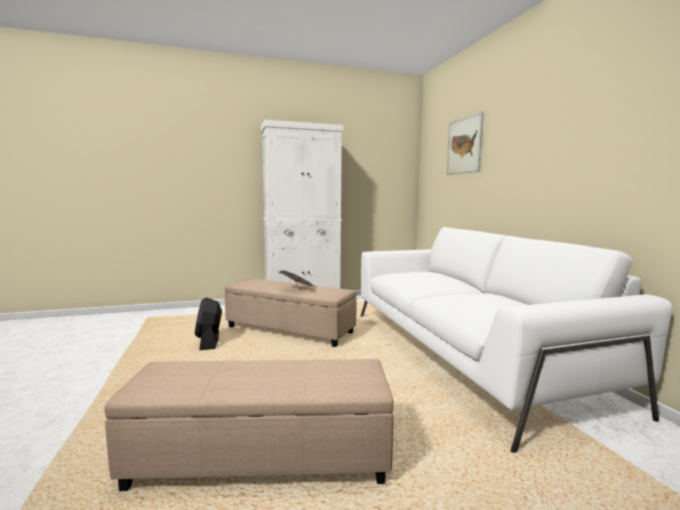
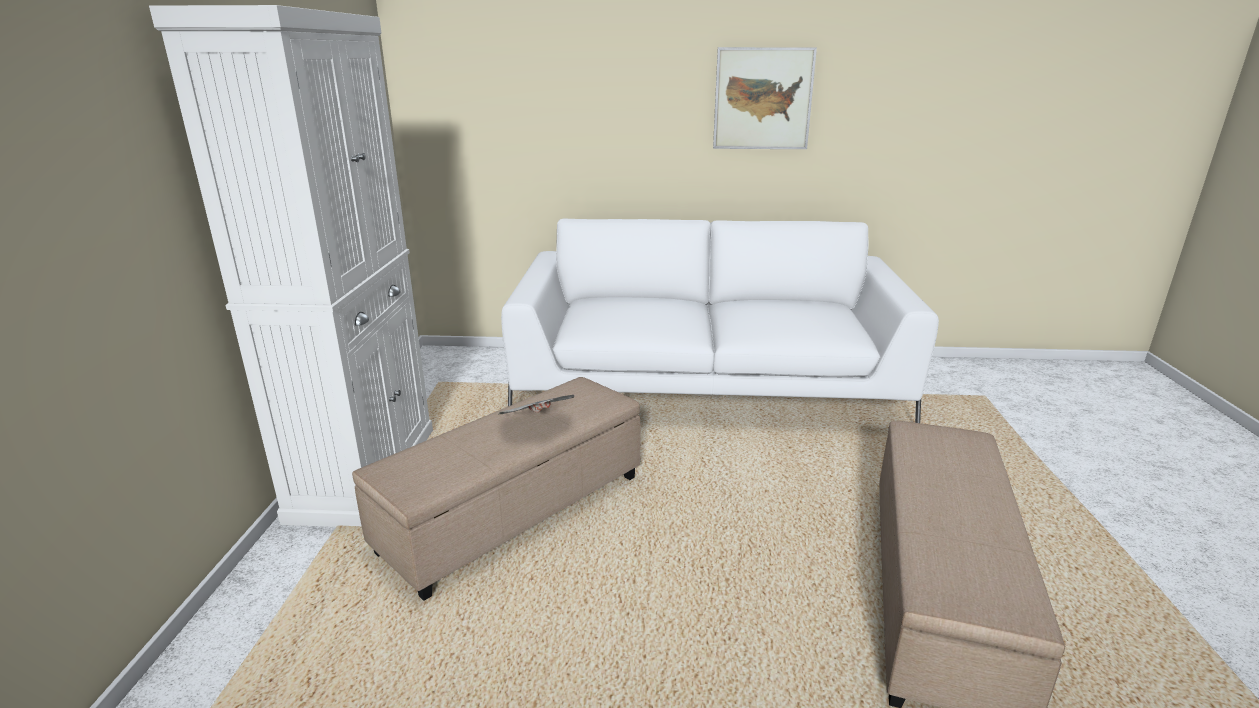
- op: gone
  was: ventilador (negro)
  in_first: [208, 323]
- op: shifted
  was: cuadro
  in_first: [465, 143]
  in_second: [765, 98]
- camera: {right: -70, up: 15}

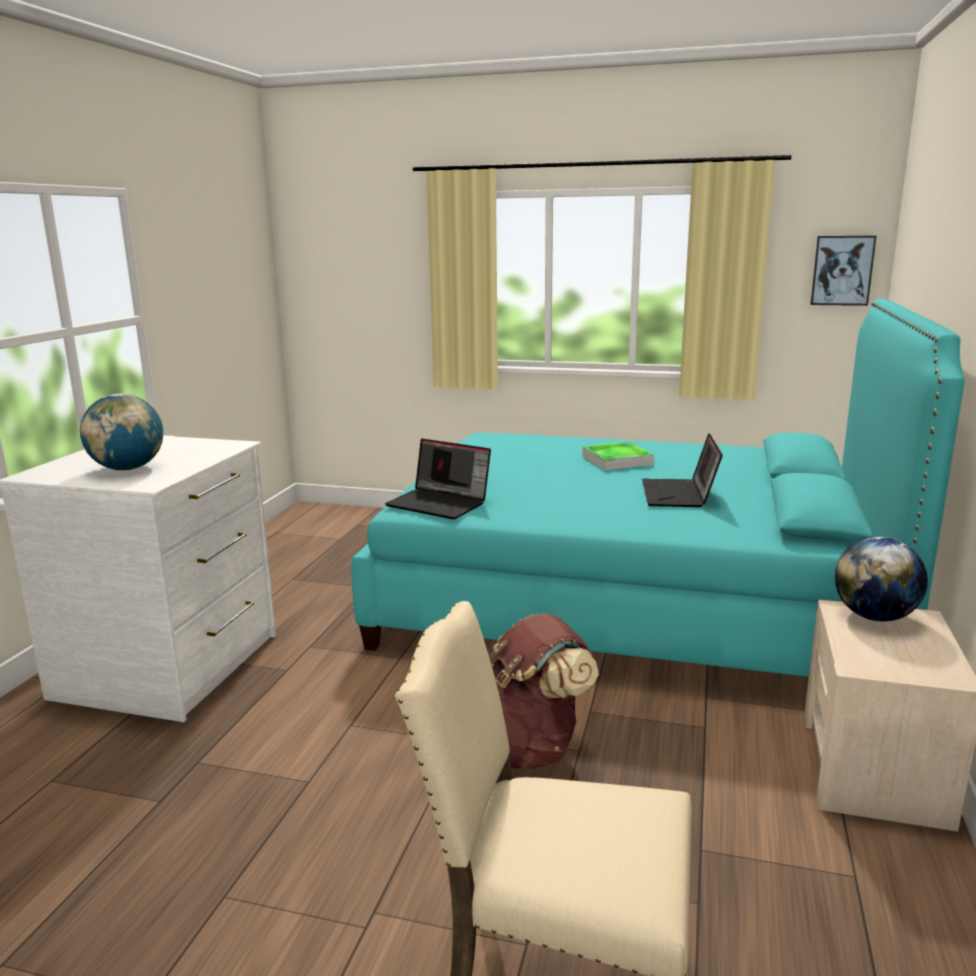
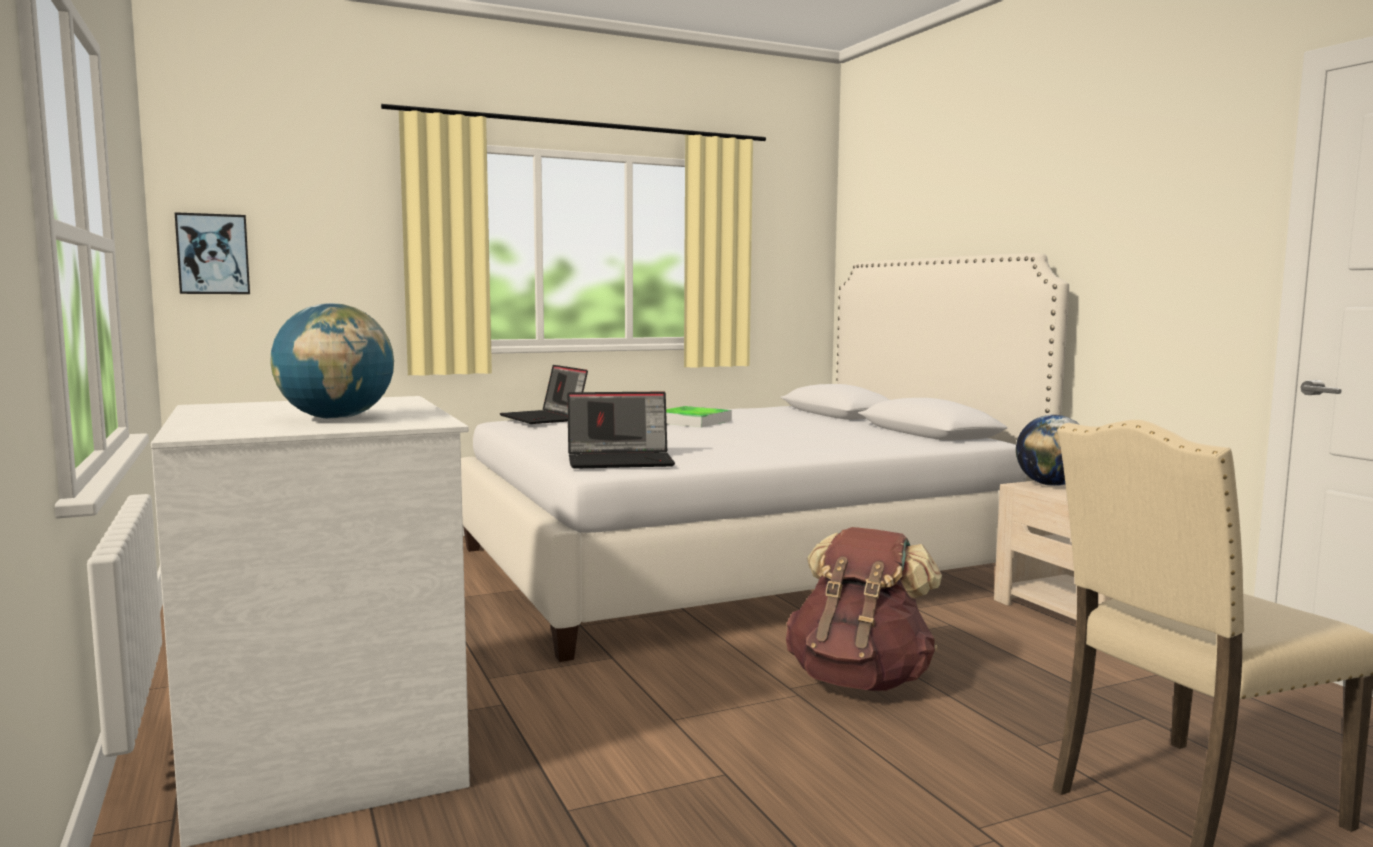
- op: repainted
  was: cama (turquesa)
  now: cama (blanco)
  in_first: [658, 487]
  in_second: [765, 457]
- op: shifted
  was: portátil
  in_first: [682, 470]
  in_second: [543, 394]
- op: shifted
  was: cuadro
  in_first: [843, 271]
  in_second: [212, 253]
- camera: {right: -40, up: -10}

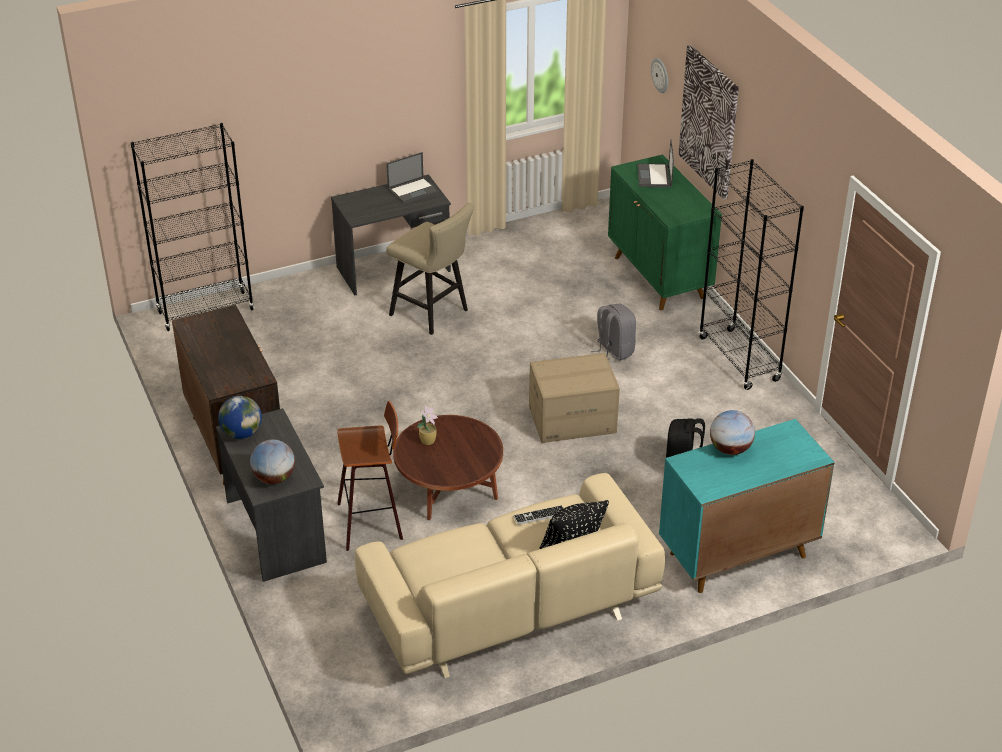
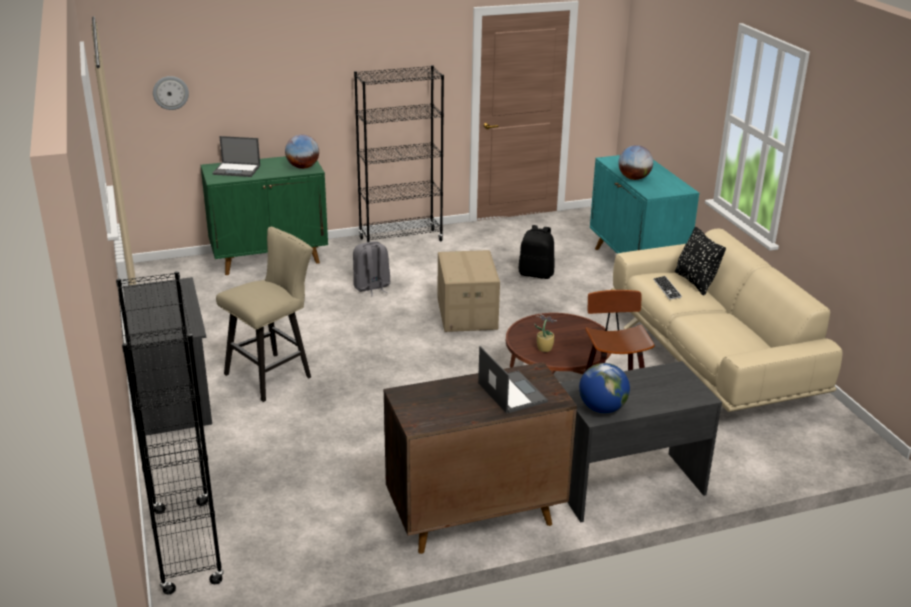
- op: shifted
  was: globo terráqueo
  in_first: [272, 461]
  in_second: [302, 151]
- op: shifted
  was: portátil
  in_first: [412, 178]
  in_second: [513, 380]
- op: gone
  was: cuadro
  in_first: [708, 122]
- camera: {right: -85, up: -10}

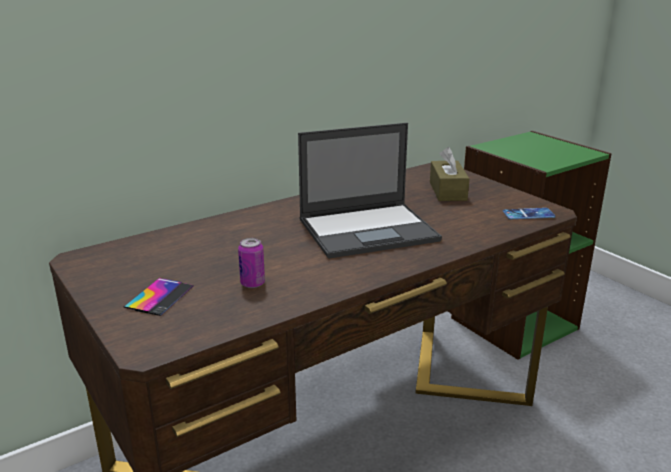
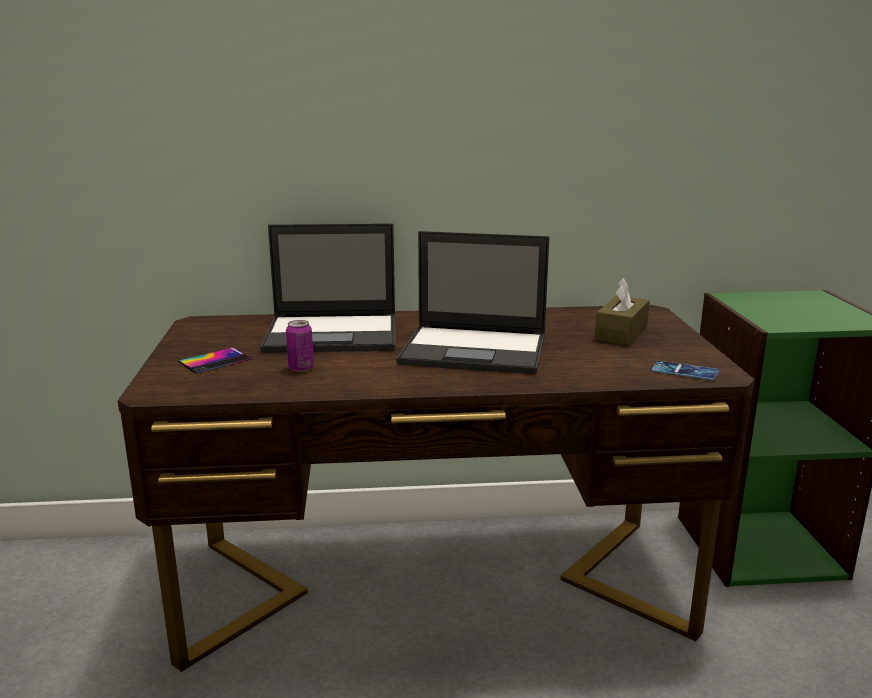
- op: new
  now: portátil
  in_second: [327, 288]
- camera: {right: 30, up: -5}

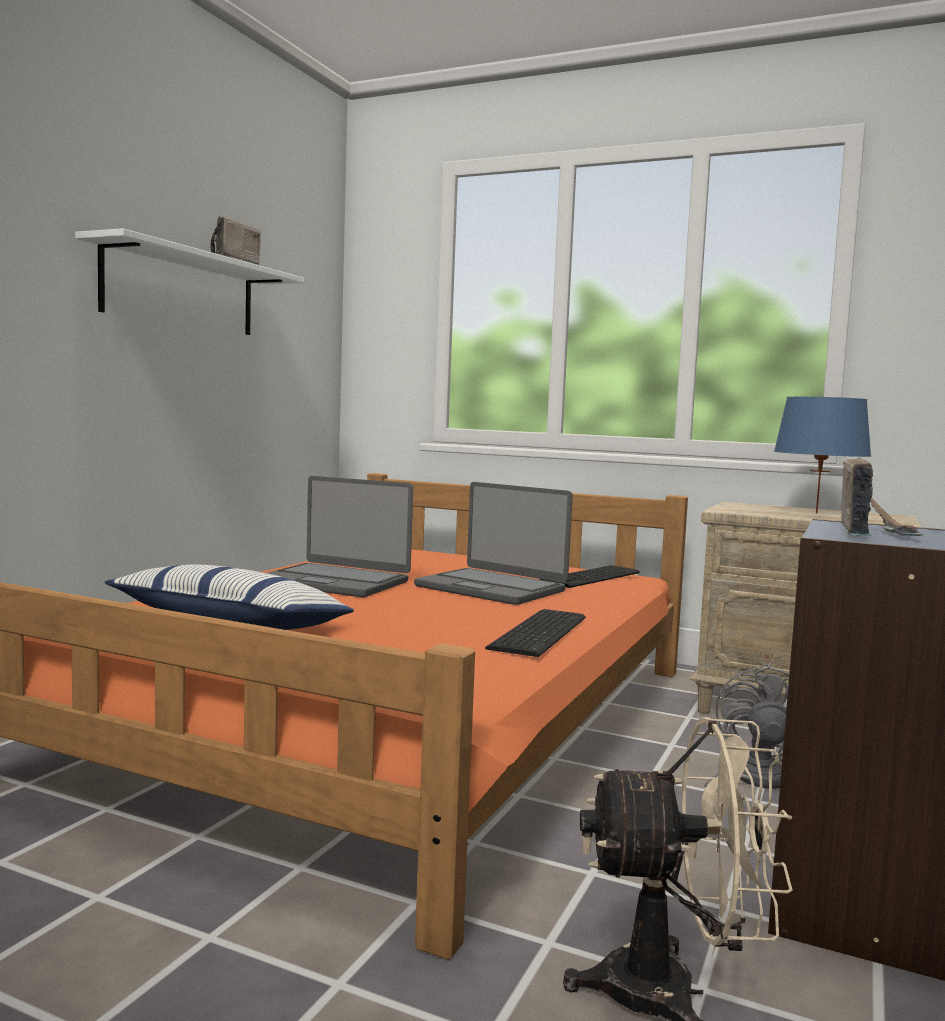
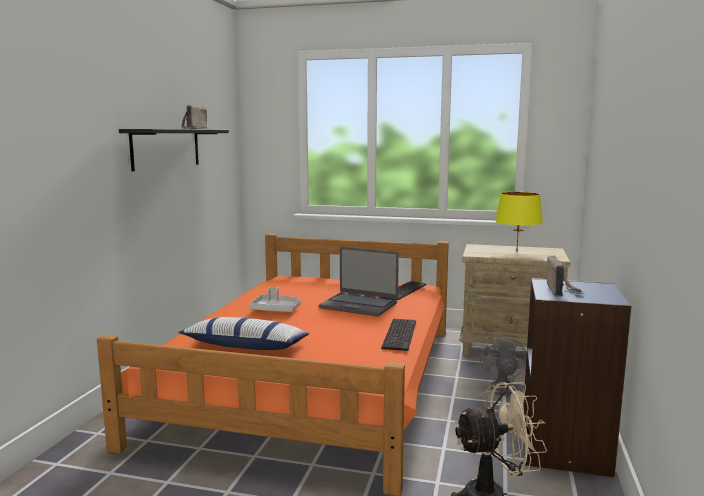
- op: repainted
  was: estante (blanco)
  now: estante (negro)
  in_first: [189, 281]
  in_second: [174, 150]
- op: swapped
  was: portátil
  now: bandeja (gris)
  in_first: [340, 536]
  in_second: [275, 299]
- op: repainted
  was: lámpara de mesa (azul)
  now: lámpara de mesa (amarillo)
  in_first: [822, 455]
  in_second: [519, 220]
- camera: {right: -10, up: 5}

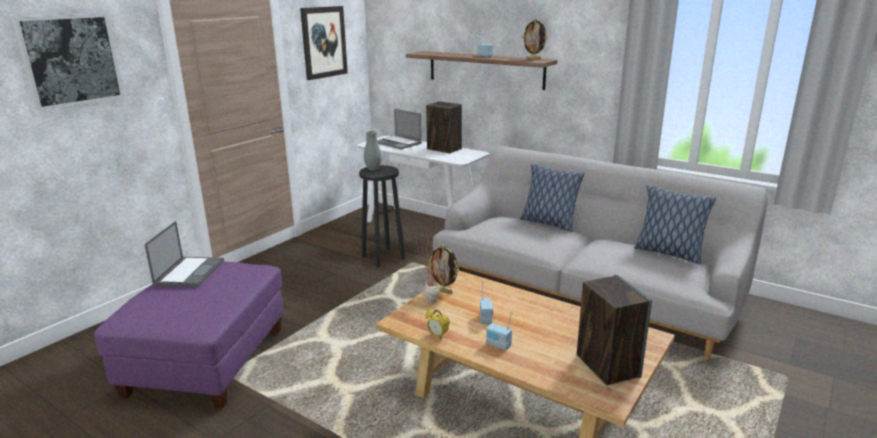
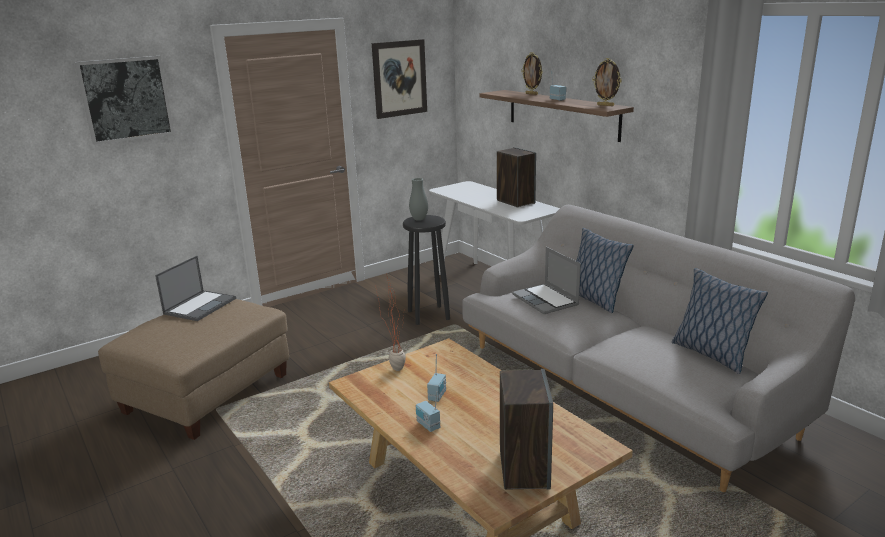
- op: repainted
  was: puf (morado)
  now: puf (beis)
  in_first: [189, 334]
  in_second: [193, 369]
- op: shifted
  was: portátil
  in_first: [399, 129]
  in_second: [546, 280]
- op: gone
  was: despertador
  in_first: [437, 324]
- op: shifted
  was: portarretratos
  in_first: [443, 269]
  in_second: [532, 73]
- camera: {right: 20, up: 0}

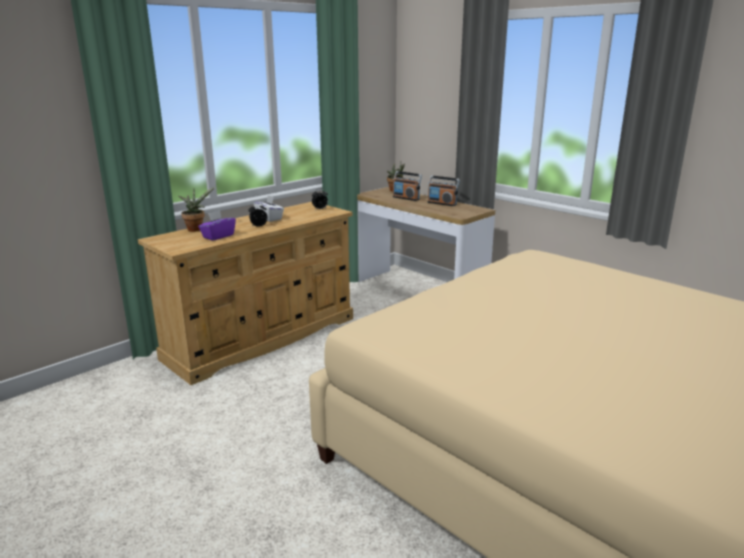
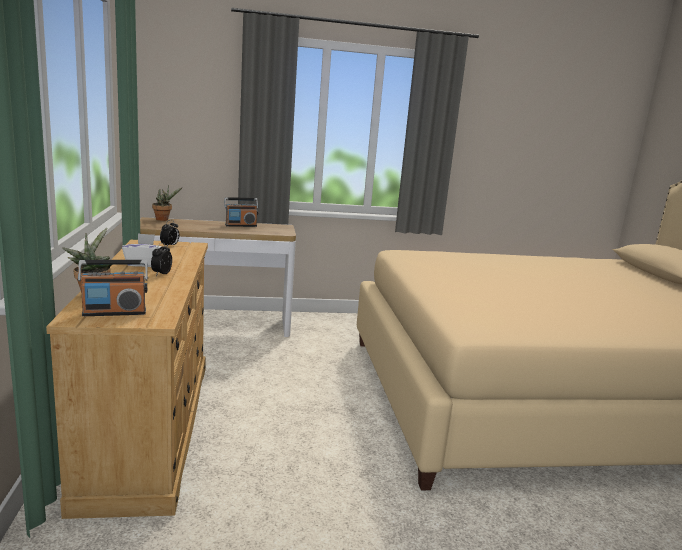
- op: gone
  was: caja de pañuelos (morado)
  in_first: [217, 225]
- op: shifted
  was: radio
  in_first: [407, 186]
  in_second: [113, 288]
- camera: {right: -55, up: -5}

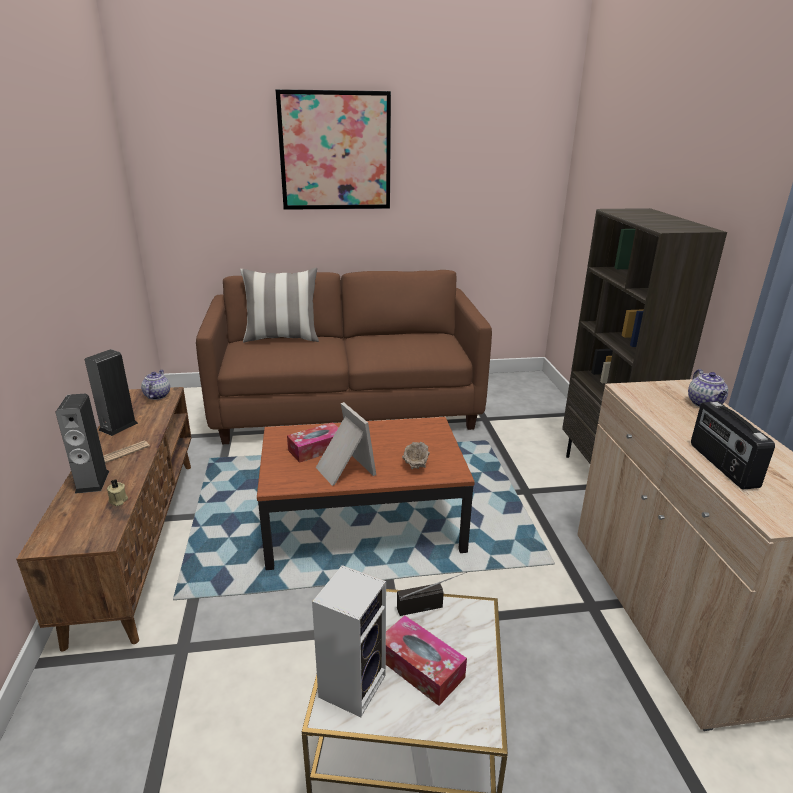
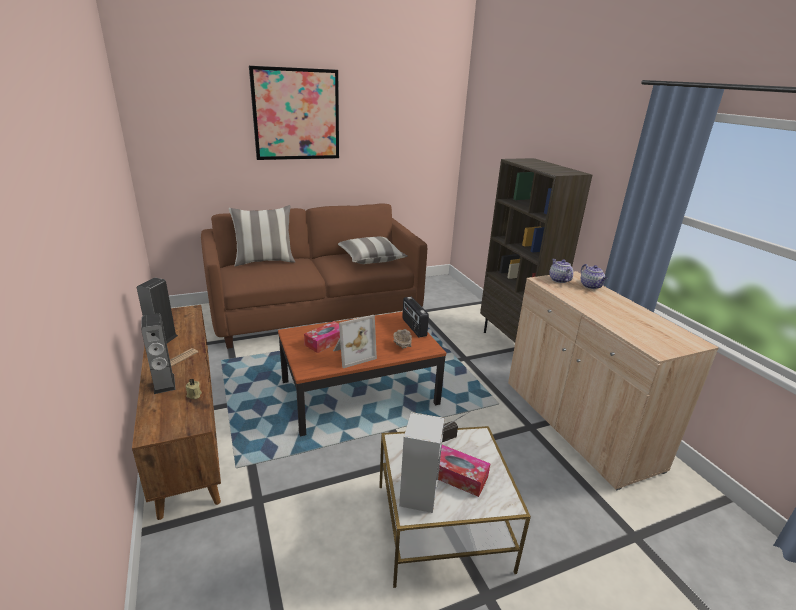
- op: shifted
  was: tetera
  in_first: [155, 385]
  in_second: [561, 271]
- op: rotated
  was: portarretratos
  in_first: [346, 444]
  in_second: [355, 341]
  clockwise: 105
- op: shifted
  was: radio
  in_first: [733, 445]
  in_second: [415, 317]
- op: new
  now: cojín
  in_second: [372, 250]
- camera: {right: -15, up: 0}

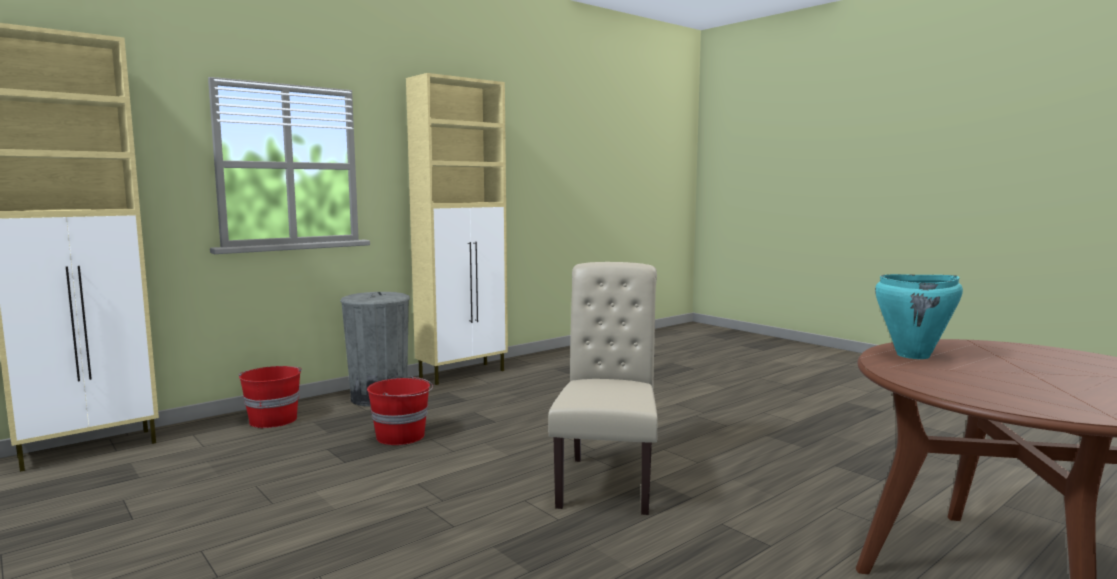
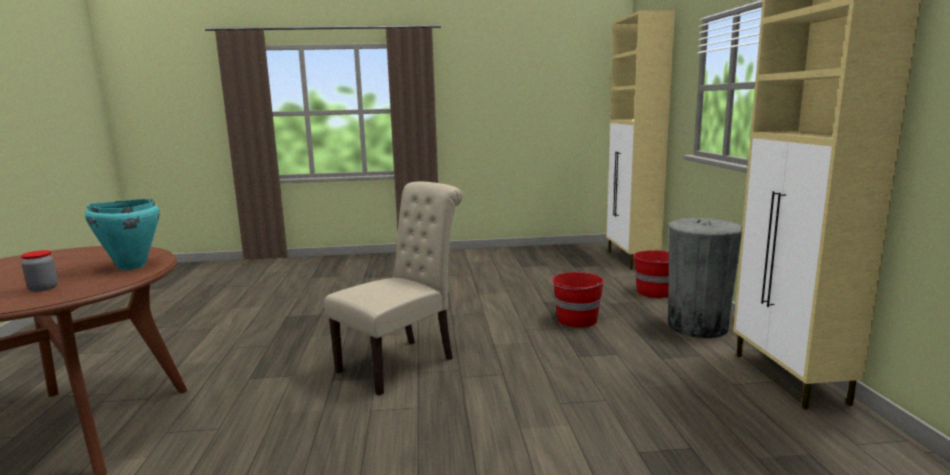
- op: rotated
  was: silla (beis)
  in_first: [603, 388]
  in_second: [393, 289]
  clockwise: -90
- op: new
  now: tarro
  in_second: [39, 271]
- camera: {right: 125, up: 5}

